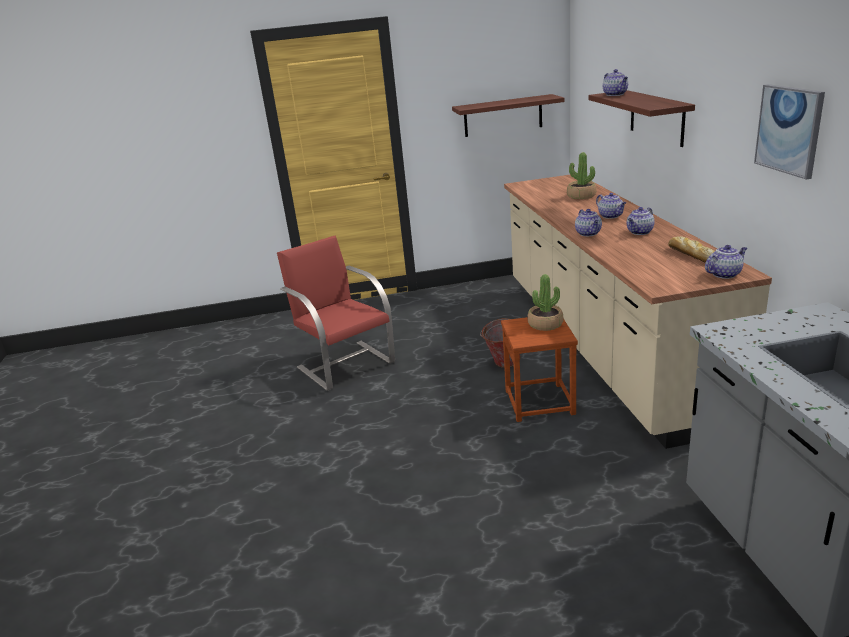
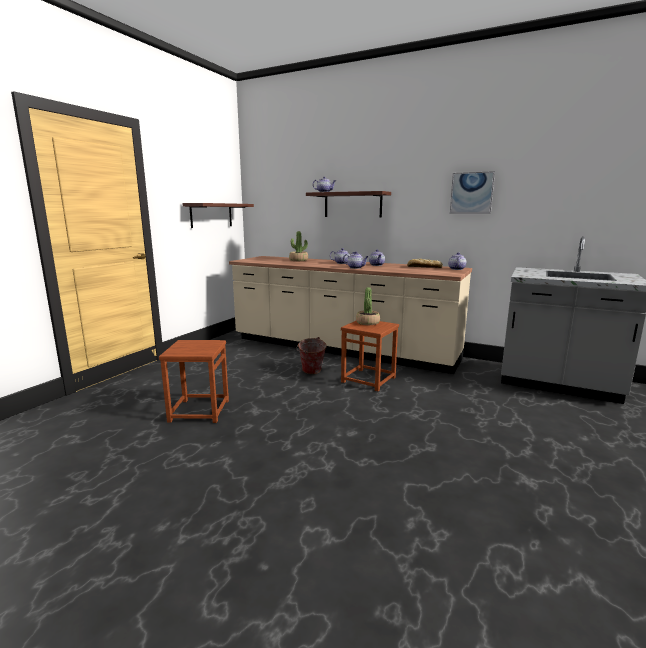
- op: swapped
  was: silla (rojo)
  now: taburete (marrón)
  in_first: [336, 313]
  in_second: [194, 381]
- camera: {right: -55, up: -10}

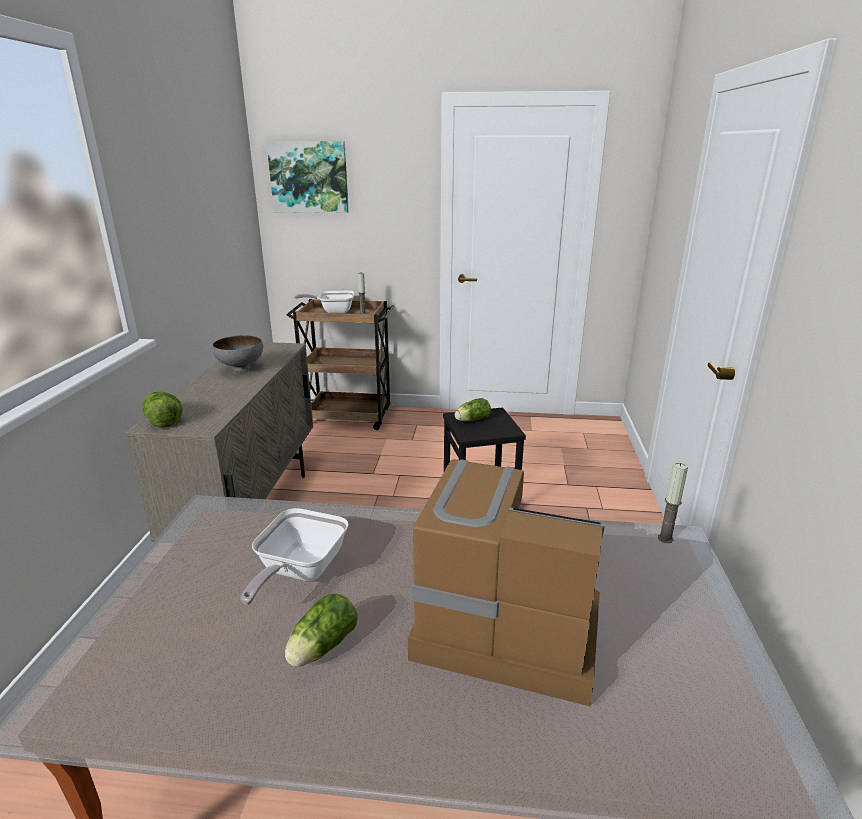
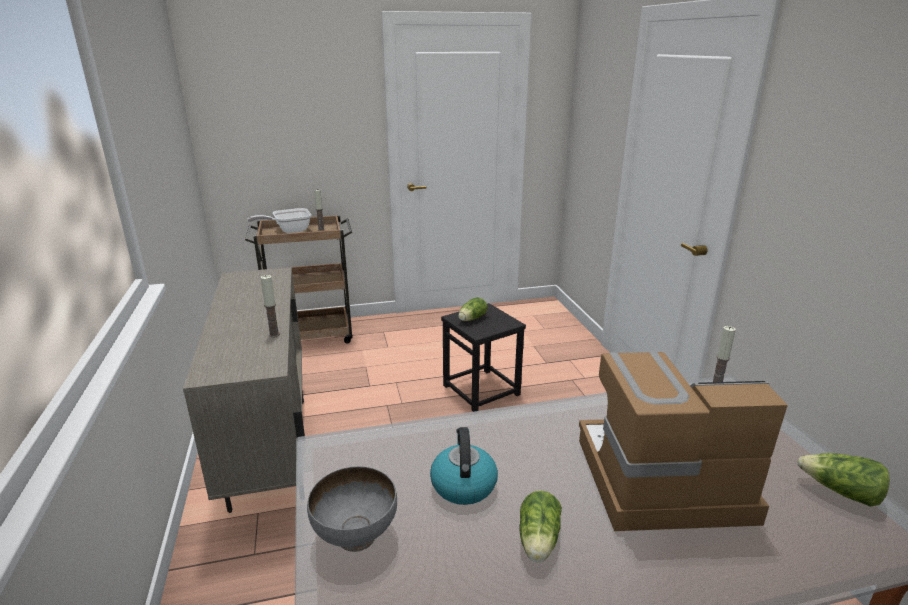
- op: shifted
  was: lechuga
  in_first: [162, 409]
  in_second: [843, 479]
- op: shifted
  was: cuenco (gris)
  in_first: [237, 354]
  in_second: [352, 509]
- op: swapped
  was: sartén
  now: hervidor
  in_first: [294, 556]
  in_second: [464, 466]
- op: gone
  was: cuadro
  in_first: [307, 177]
- op: new
  now: vela
  in_second: [270, 306]
- camera: {right: -20, up: 0}

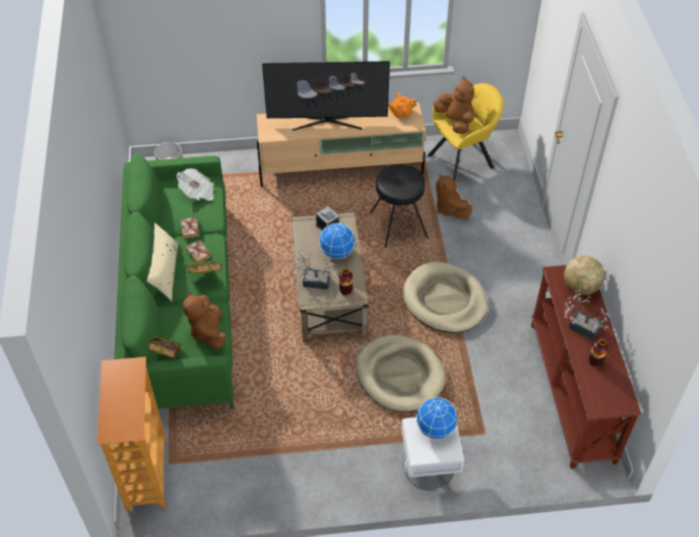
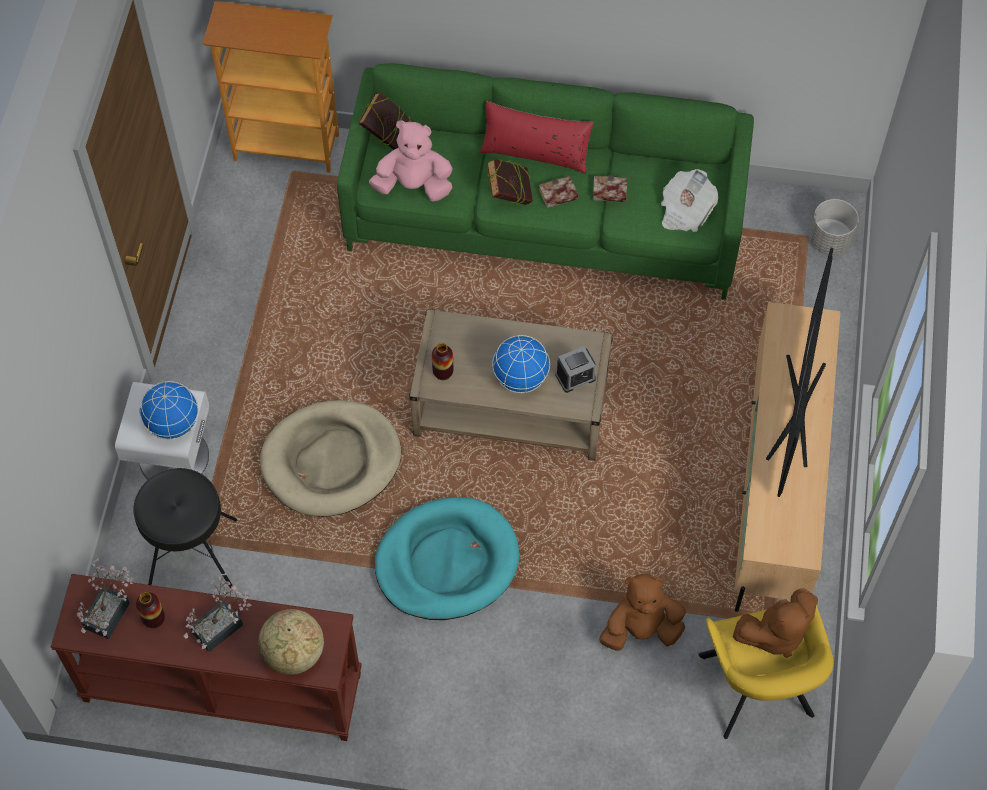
- op: repainted
  was: cojín (beis)
  now: cojín (rojo)
  in_first: [163, 262]
  in_second: [537, 137]
- op: repainted
  was: peluche (marrón)
  now: peluche (rosa)
  in_first: [204, 320]
  in_second: [411, 160]
- op: shifted
  was: planta en maceta
  in_first: [314, 270]
  in_second: [105, 598]
- op: shifted
  was: taburete (negro)
  in_first: [399, 206]
  in_second: [185, 528]
- op: gone
  was: tetera (naranja)
  in_first: [402, 106]
- op: repainted
  was: cama para perro (beis)
  now: cama para perro (turquesa)
  in_first: [445, 297]
  in_second: [447, 558]
- camera: {right: 105, up: 10}

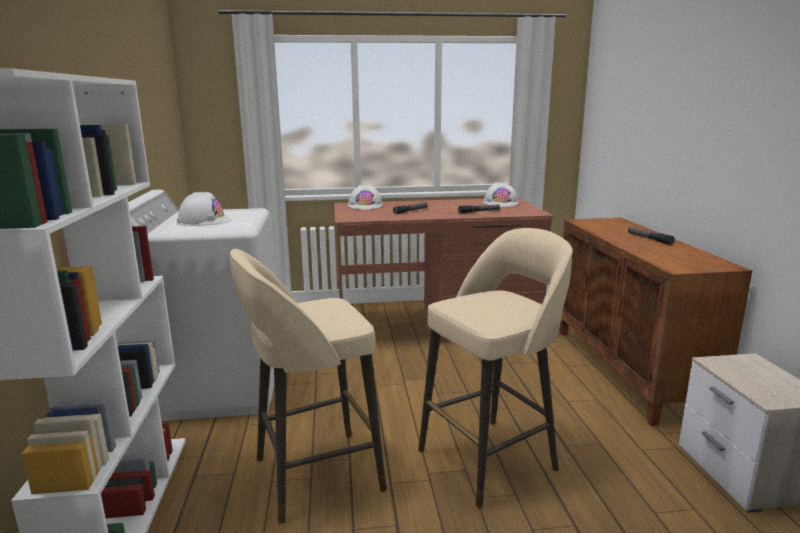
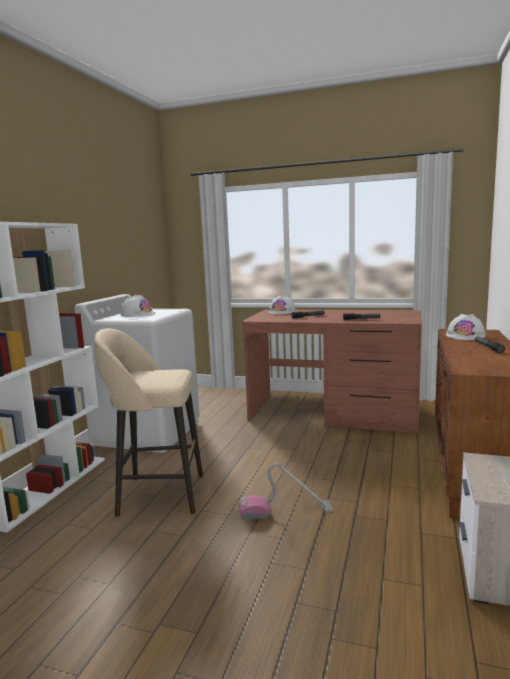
- op: swapped
  was: taburete (beis)
  now: aspiradora
  in_first: [495, 368]
  in_second: [286, 492]
- op: shifted
  was: casco (blanco)
  in_first: [500, 194]
  in_second: [466, 327]
- camera: {right: 25, up: -5}

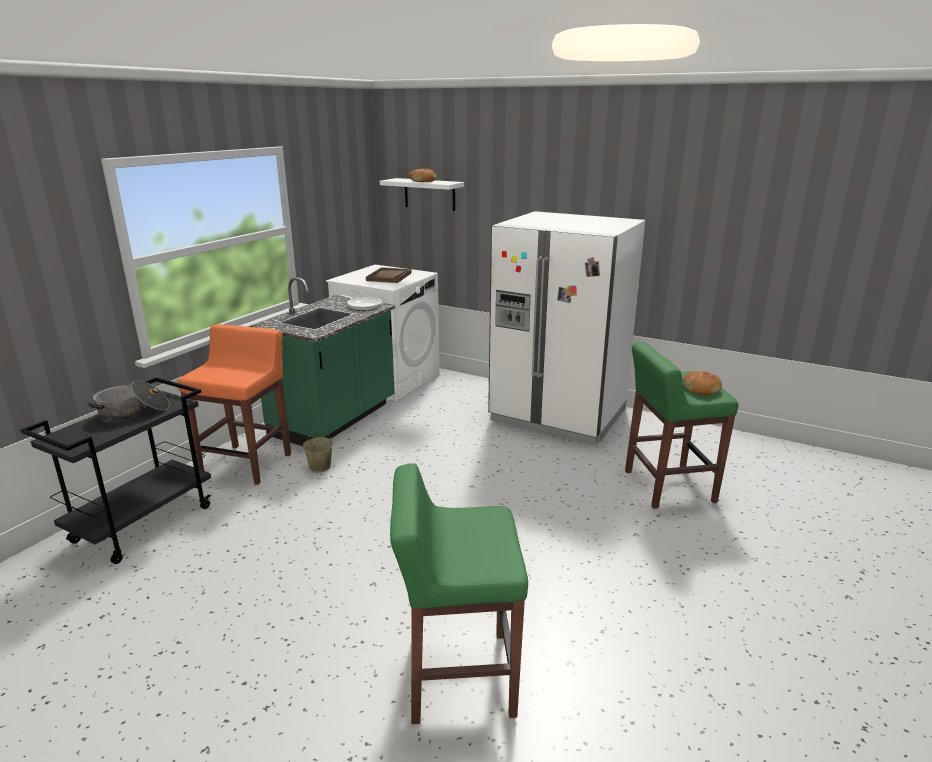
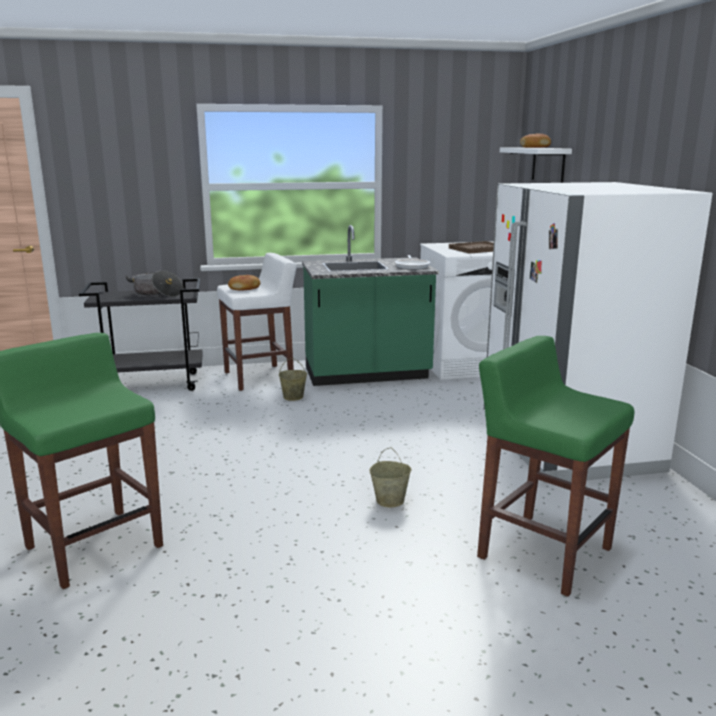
- op: repainted
  was: taburete (naranja)
  now: taburete (blanco)
  in_first: [234, 404]
  in_second: [257, 322]
- op: shifted
  was: pan
  in_first: [702, 383]
  in_second: [244, 282]
- op: new
  now: cubo (beis)
  in_second: [390, 477]
- camera: {right: 50, up: -5}

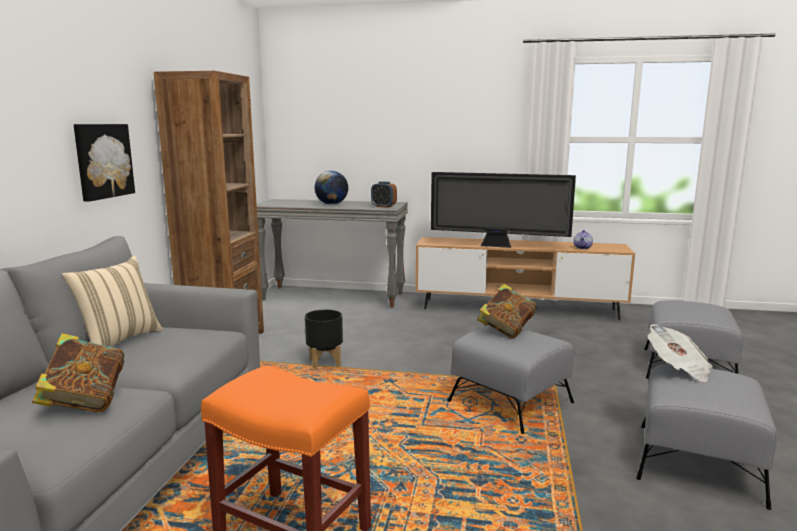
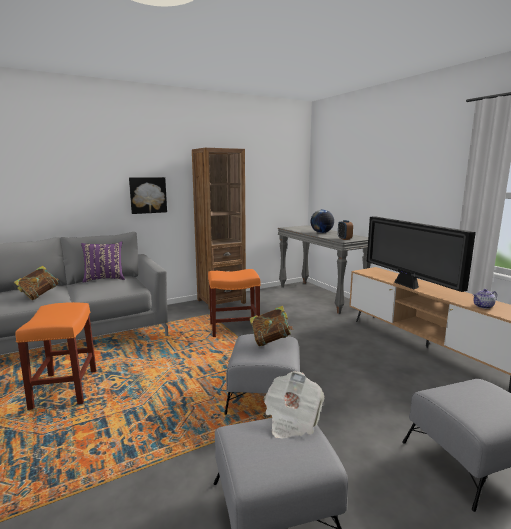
- op: repainted
  was: cojín (beis)
  now: cojín (morado)
  in_first: [112, 301]
  in_second: [103, 262]
- op: swapped
  was: maceta (negro)
  now: taburete (naranja)
  in_first: [324, 339]
  in_second: [234, 303]
- camera: {right: 50, up: 0}

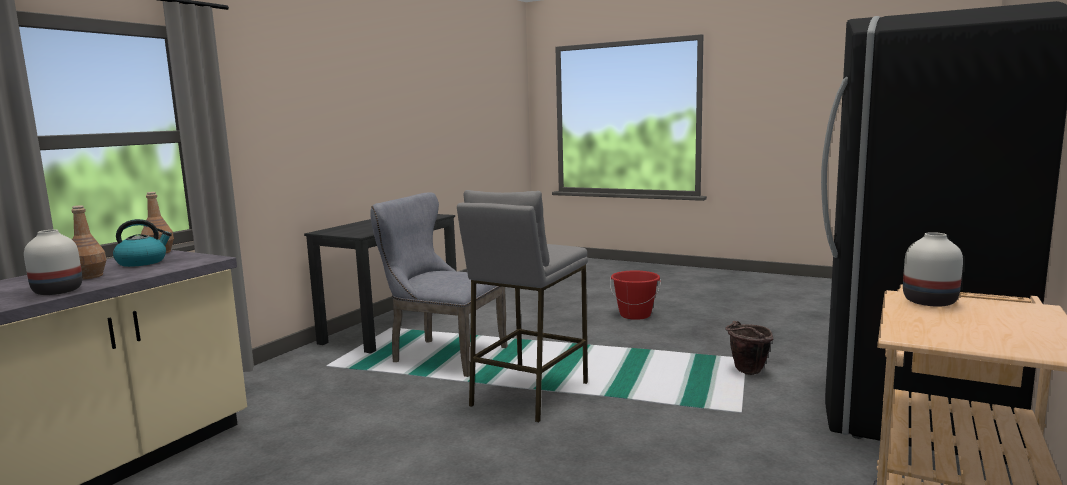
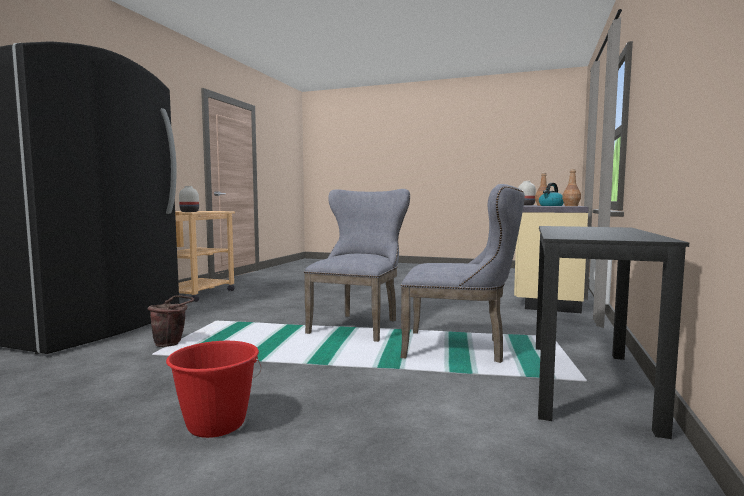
- op: swapped
  was: taburete (gris)
  now: silla (gris)
  in_first: [522, 306]
  in_second: [357, 265]
- camera: {right: 170, up: -5}

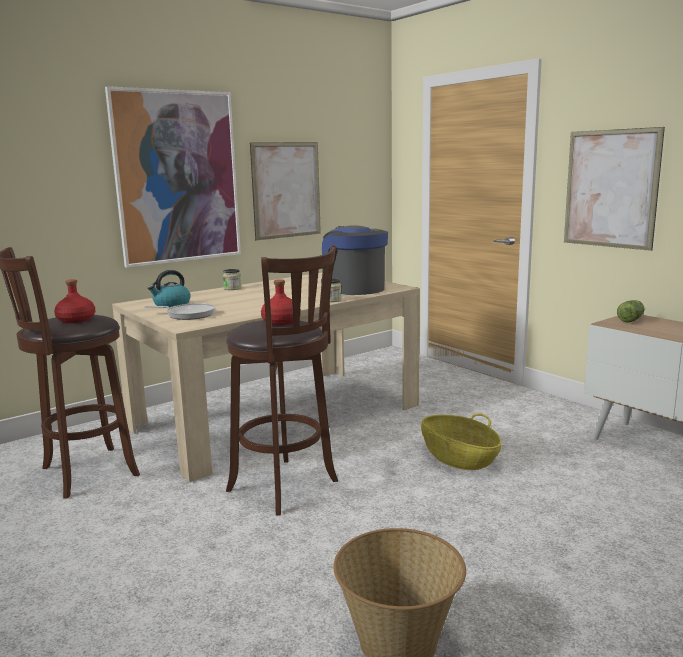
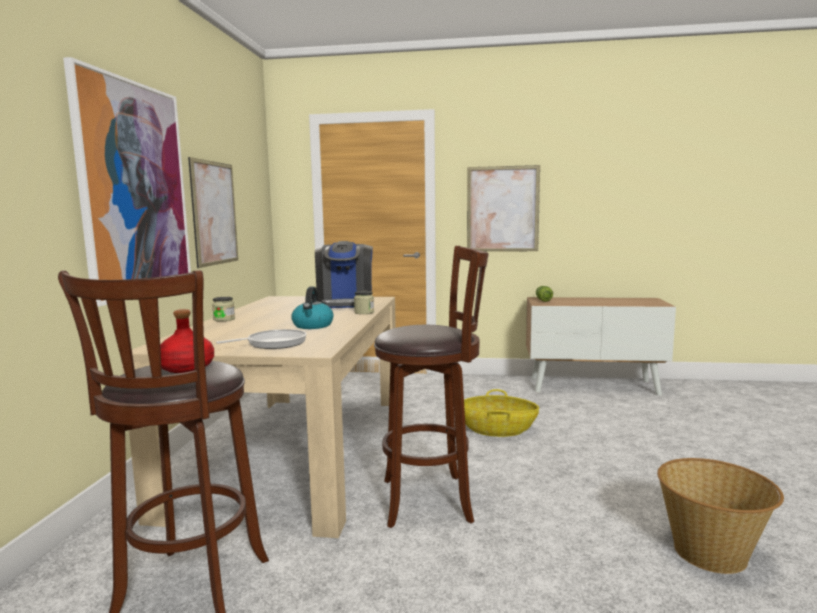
- op: shifted
  was: hervidor
  in_first: [169, 289]
  in_second: [312, 308]
- op: gone
  was: botella (rojo)
  in_first: [281, 302]
- op: rotated
  was: cafetera
  in_first: [354, 260]
  in_second: [344, 274]
  clockwise: -105
- camera: {right: -45, up: -5}

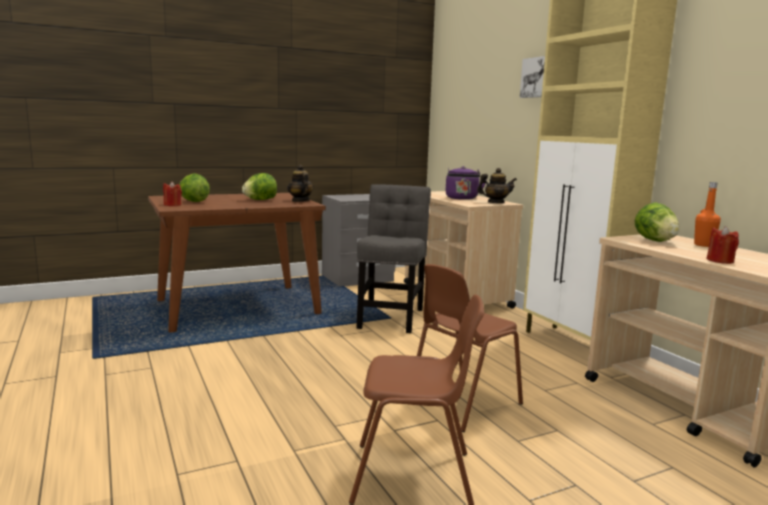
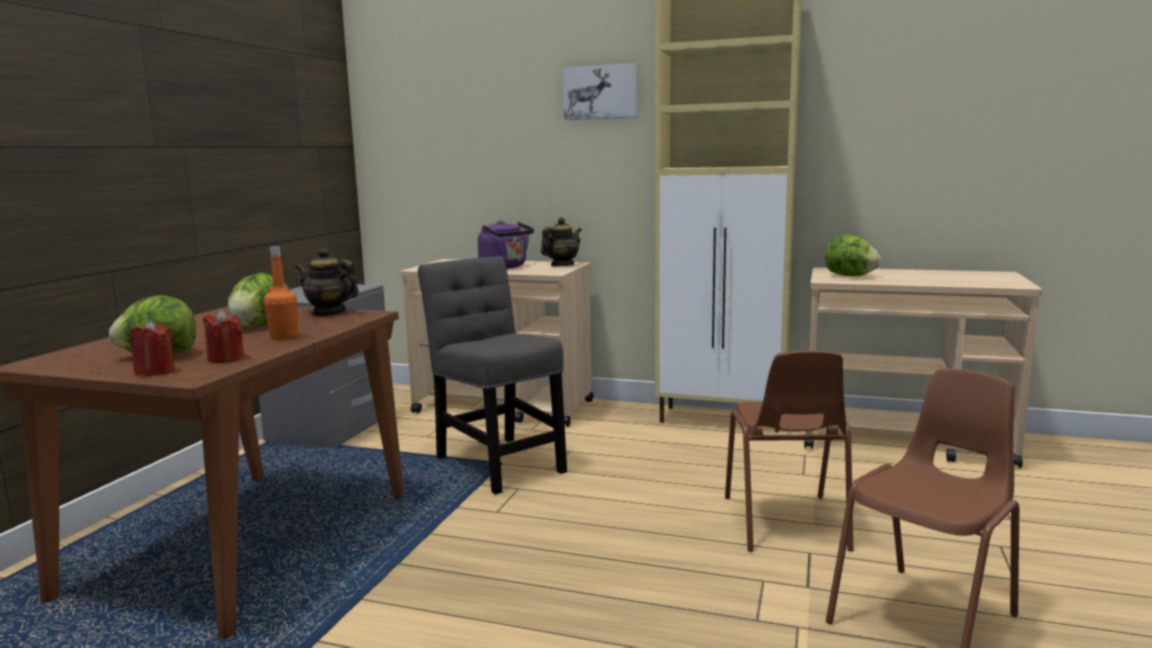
- op: shifted
  was: botella (naranja)
  in_first: [707, 214]
  in_second: [281, 293]
- op: shifted
  was: vela (rojo)
  in_first: [723, 245]
  in_second: [223, 336]
- camera: {right: -45, up: 0}

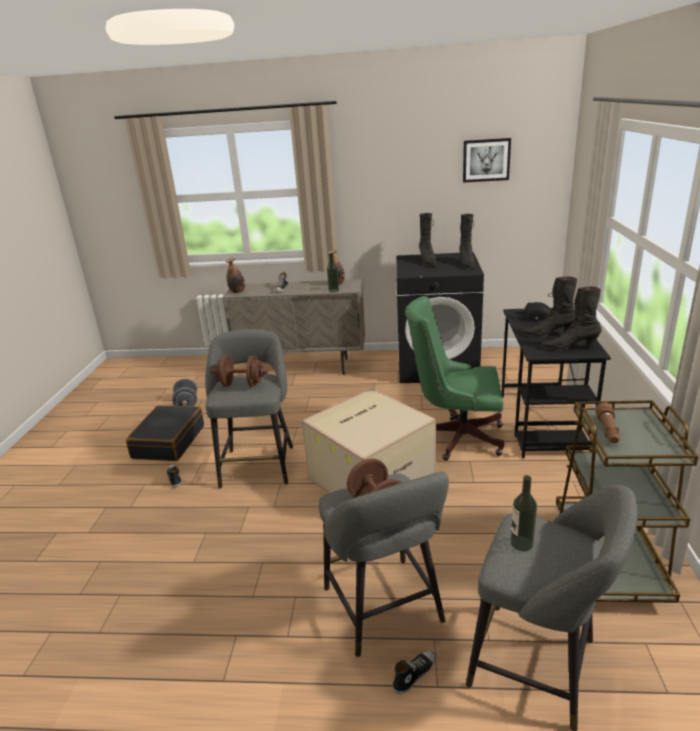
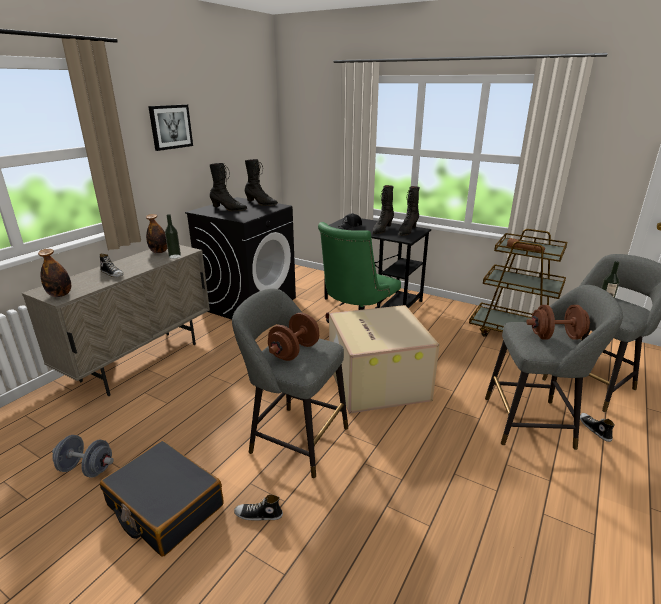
- op: shifted
  was: cuadro
  in_first: [487, 160]
  in_second: [170, 127]
- camera: {right: -65, up: 0}

